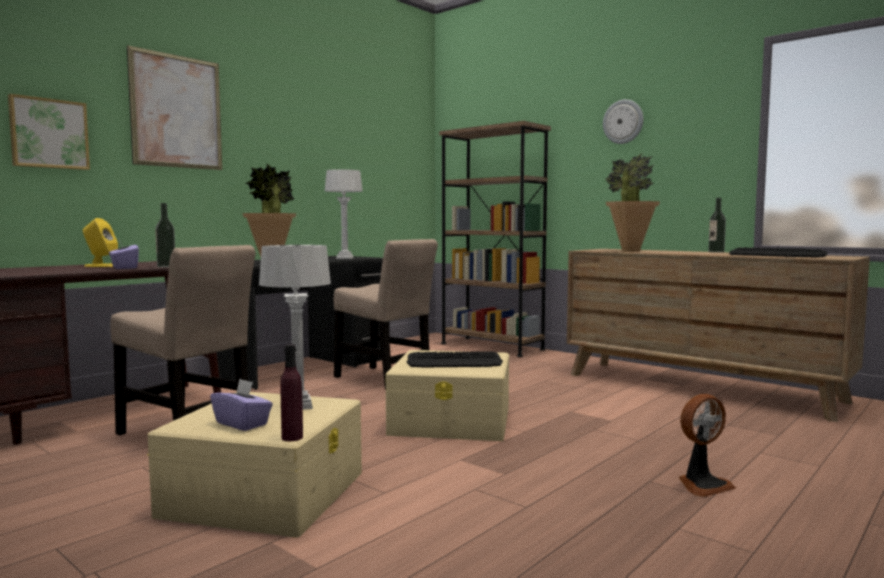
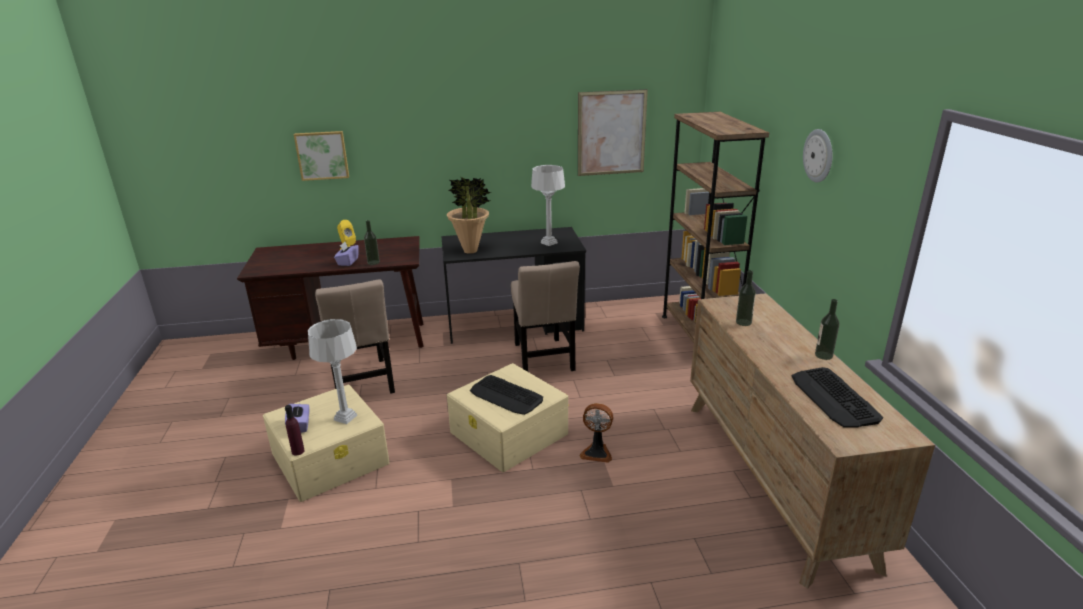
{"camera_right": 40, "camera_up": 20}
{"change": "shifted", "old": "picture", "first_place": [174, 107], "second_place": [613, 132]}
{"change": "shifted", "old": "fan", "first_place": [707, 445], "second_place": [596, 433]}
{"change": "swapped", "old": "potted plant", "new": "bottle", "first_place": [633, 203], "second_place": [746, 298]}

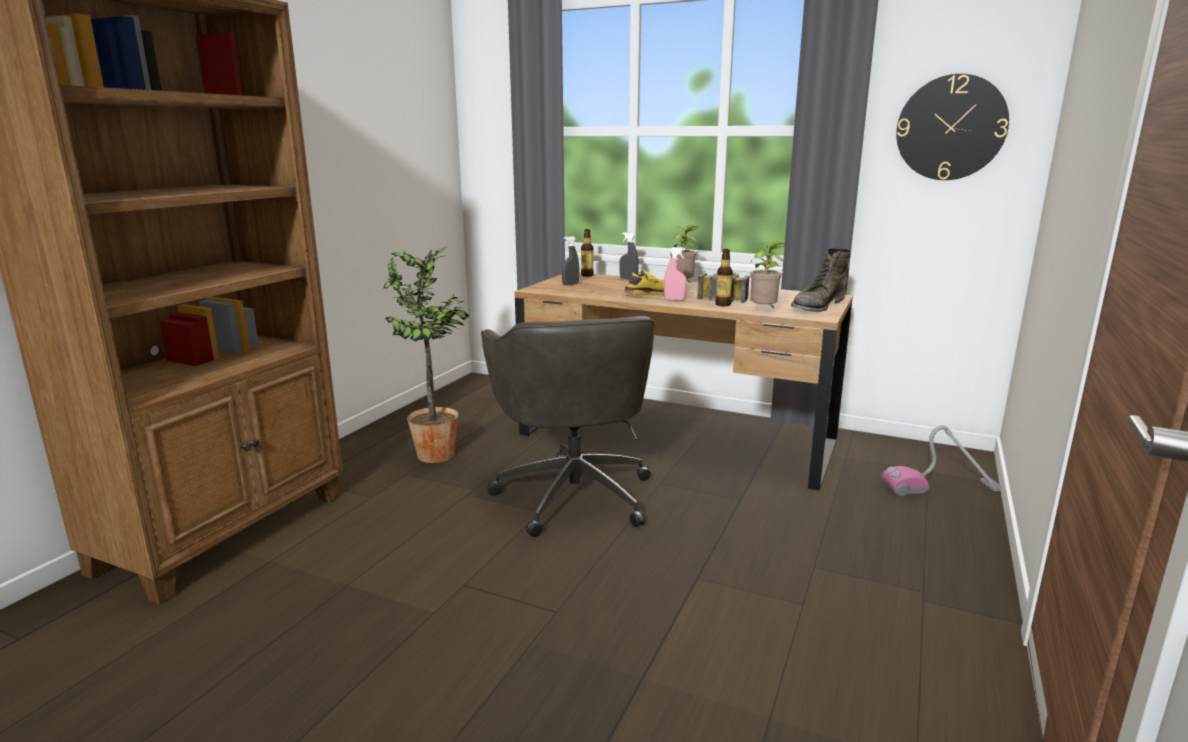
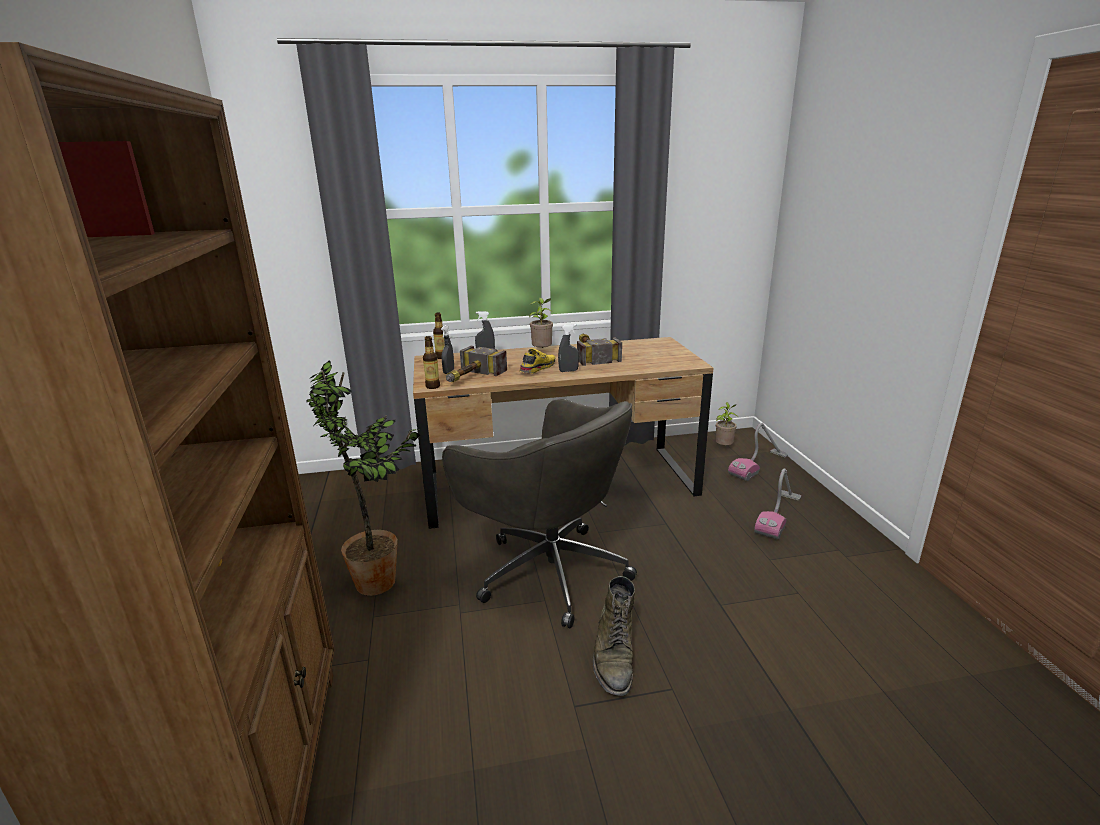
{"camera_right": -35, "camera_up": 5}
{"change": "shifted", "old": "bottle", "first_place": [724, 277], "second_place": [431, 362]}
{"change": "new", "new": "hammer", "second_place": [476, 364]}
{"change": "repainted", "old": "pink spray bottle", "new": "grey spray bottle", "first_place": [675, 274], "second_place": [568, 348]}
{"change": "shifted", "old": "green boot", "first_place": [821, 280], "second_place": [614, 636]}
{"change": "shifted", "old": "potted plant", "first_place": [768, 275], "second_place": [726, 423]}
{"change": "new", "new": "vacuum cleaner", "second_place": [777, 504]}
{"change": "gone", "old": "wall clock", "first_place": [952, 127]}

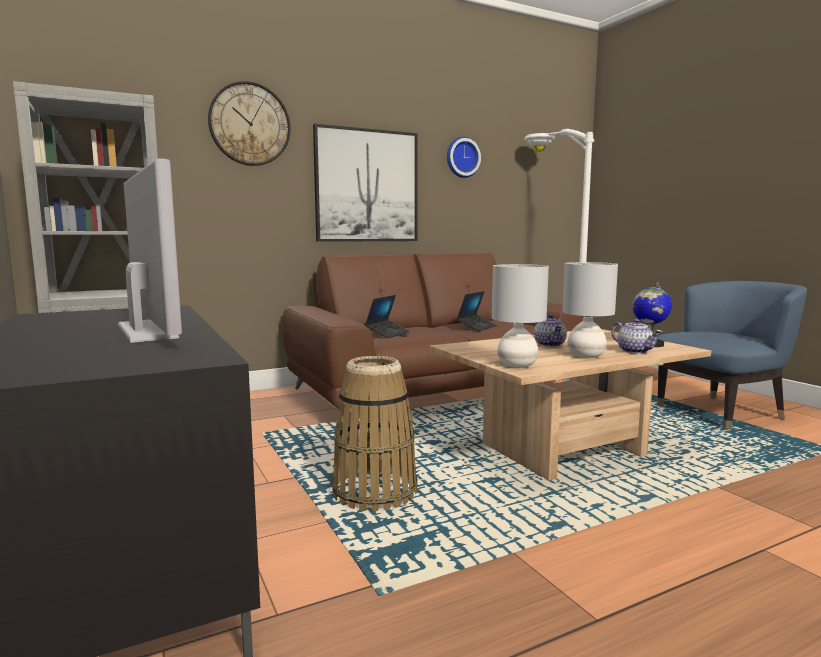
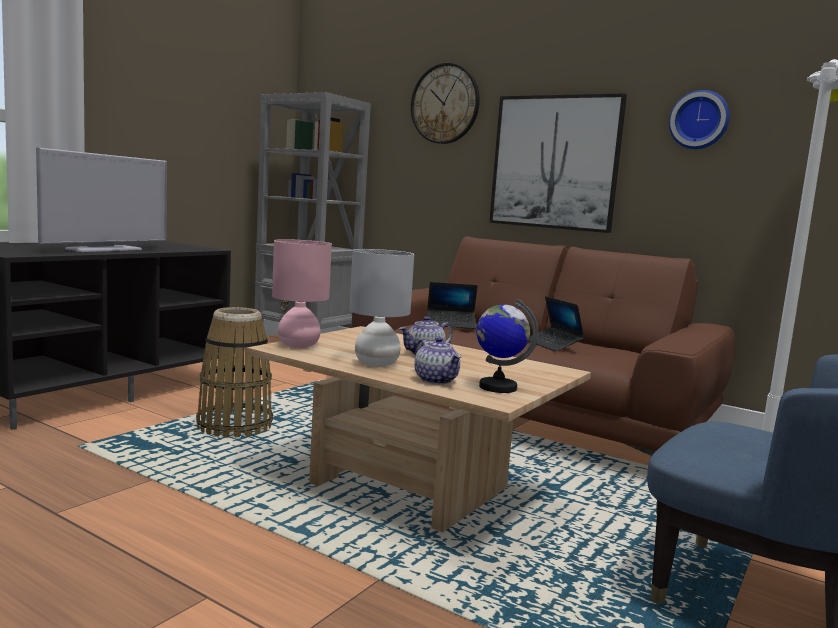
{"camera_right": 60, "camera_up": 0}
{"change": "repainted", "old": "grey table lamp", "new": "pink table lamp", "first_place": [520, 316], "second_place": [302, 293]}
{"change": "rotated", "old": "teapot", "first_place": [636, 336], "second_place": [438, 360], "degrees": -60}
{"change": "rotated", "old": "laptop", "first_place": [476, 311], "second_place": [557, 324], "degrees": 60}

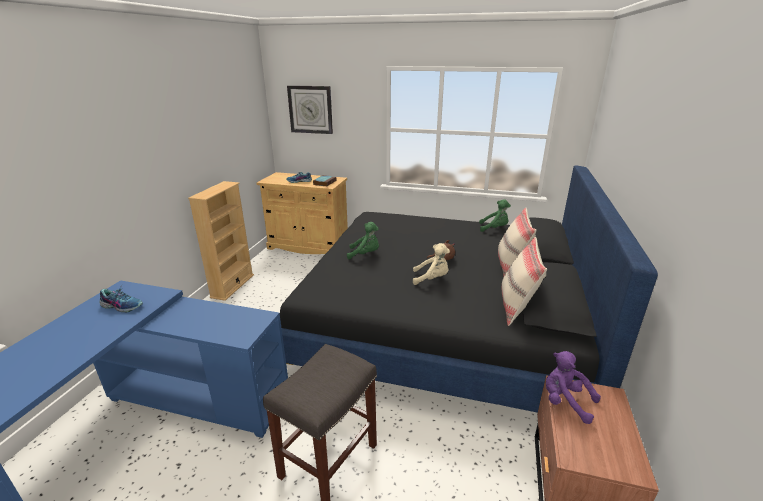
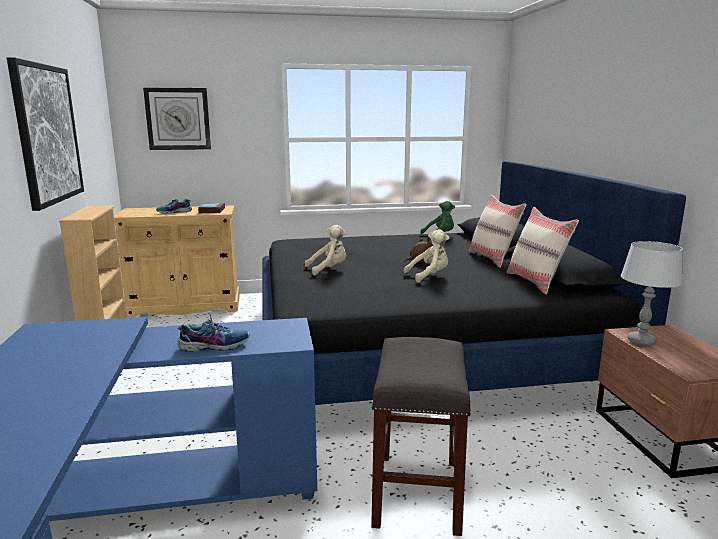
{"camera_right": -25, "camera_up": -10}
{"change": "new", "new": "picture", "second_place": [45, 134]}
{"change": "shifted", "old": "shoe", "first_place": [121, 298], "second_place": [214, 333]}
{"change": "repainted", "old": "green plush toy", "new": "beige plush toy", "first_place": [363, 240], "second_place": [325, 250]}
{"change": "swapped", "old": "purple plush toy", "new": "grey table lamp", "first_place": [573, 387], "second_place": [652, 293]}

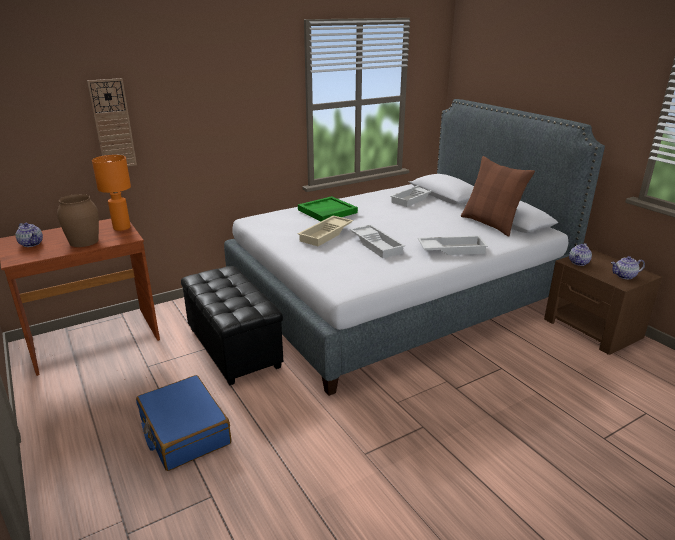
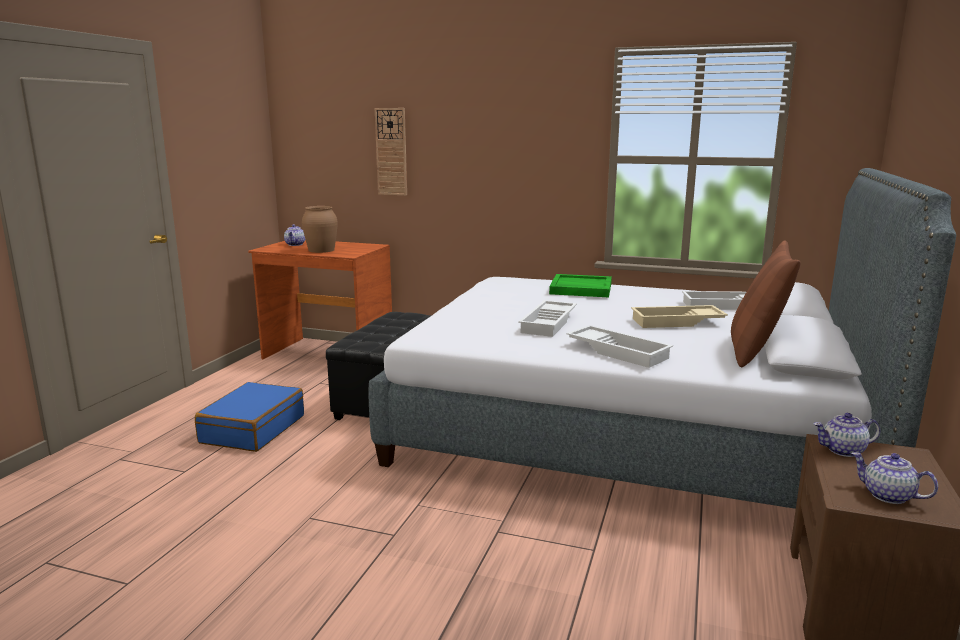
{"camera_right": 50, "camera_up": -10}
{"change": "shifted", "old": "beige tray", "first_place": [325, 230], "second_place": [679, 316]}
{"change": "gone", "old": "orange table lamp", "first_place": [111, 193]}

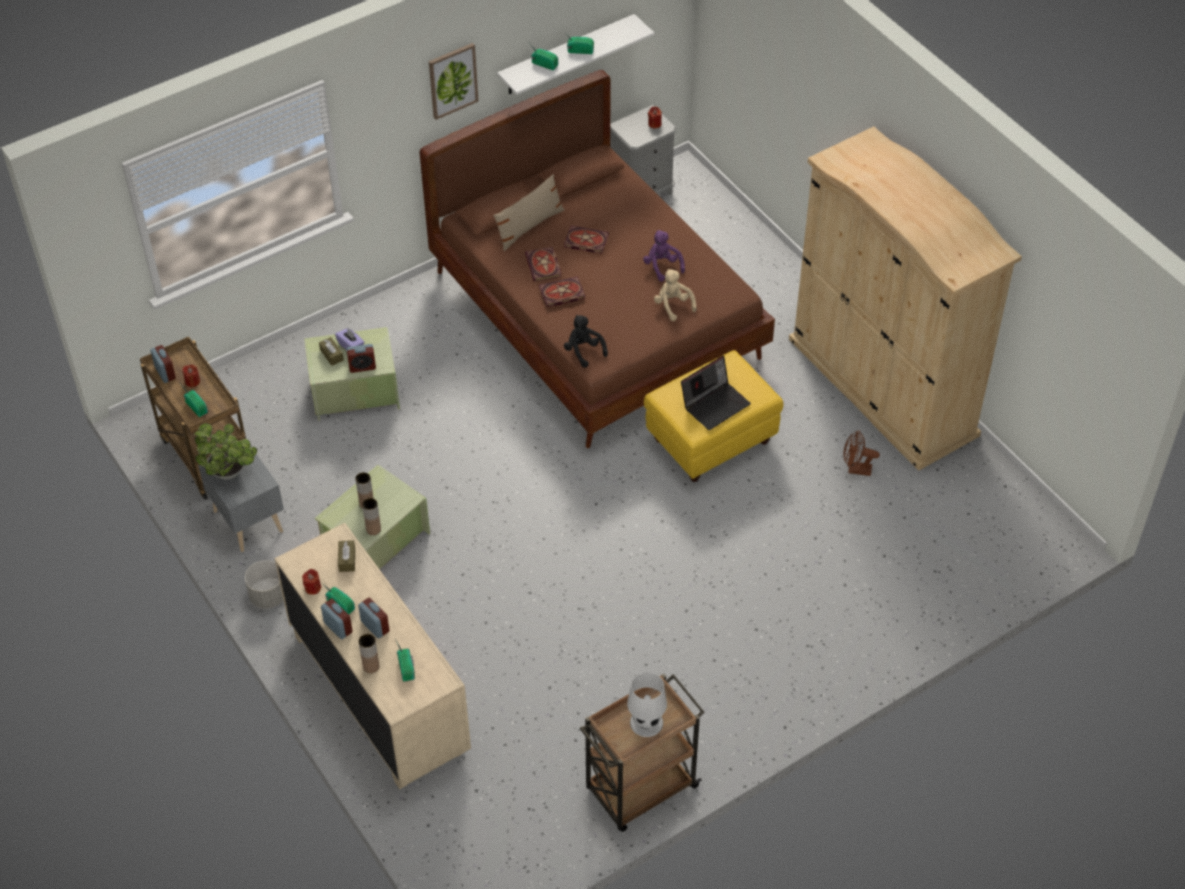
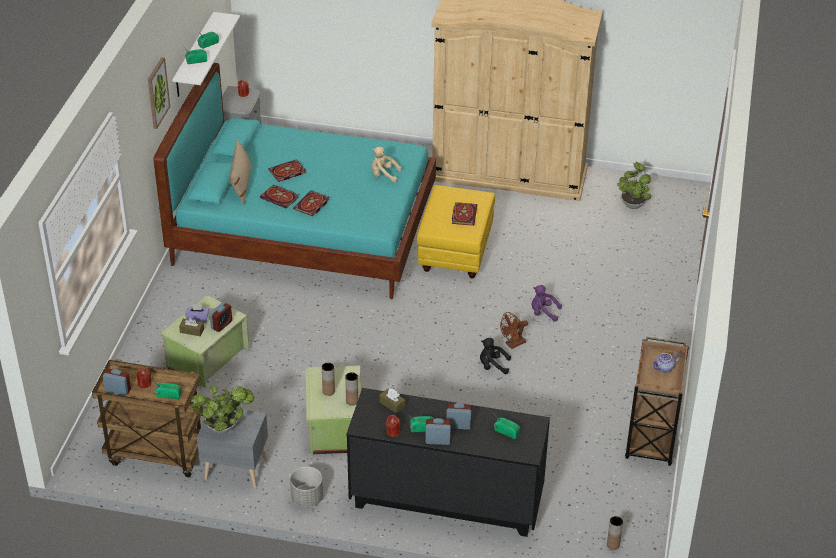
{"camera_right": -45, "camera_up": -10}
{"change": "repainted", "old": "brown bed", "new": "turquoise bed", "first_place": [597, 259], "second_place": [294, 181]}
{"change": "repainted", "old": "beige dresser", "new": "black dresser", "first_place": [372, 656], "second_place": [448, 462]}
{"change": "swapped", "old": "laptop", "new": "book", "first_place": [716, 392], "second_place": [464, 214]}
{"change": "shifted", "old": "black plush toy", "first_place": [586, 341], "second_place": [495, 356]}
{"change": "shifted", "old": "brown fan", "first_place": [861, 453], "second_place": [514, 330]}
{"change": "shifted", "old": "purple plush toy", "first_place": [664, 256], "second_place": [547, 303]}
{"change": "shifted", "old": "brown vase", "first_place": [369, 653], "second_place": [615, 533]}
{"change": "new", "new": "potted plant", "second_place": [634, 185]}
{"change": "swapped", "old": "white table lamp", "new": "teapot", "first_place": [647, 704], "second_place": [665, 363]}

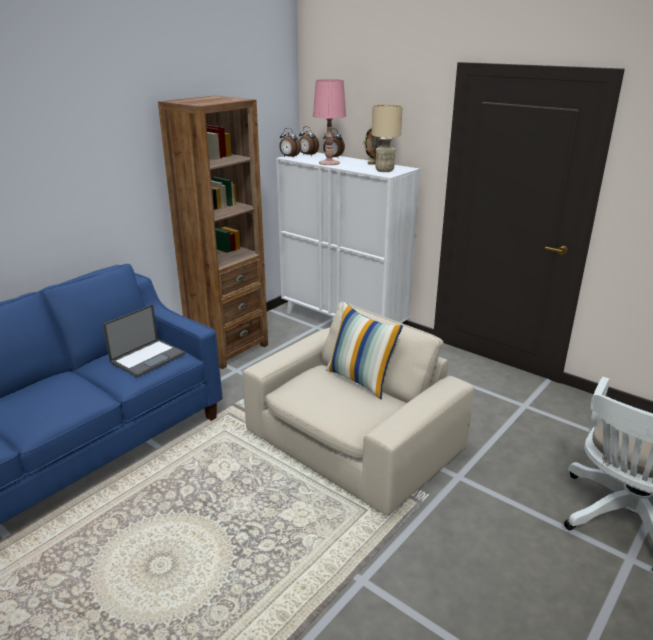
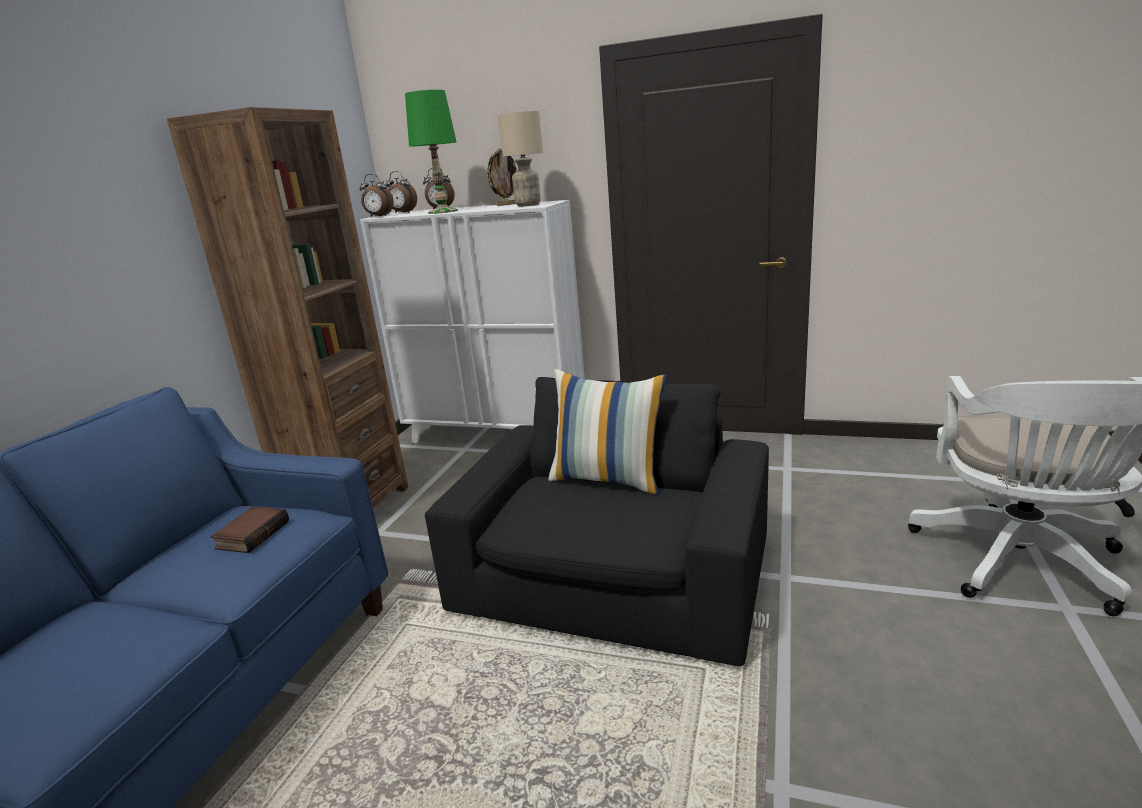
{"camera_right": -20, "camera_up": -5}
{"change": "swapped", "old": "laptop", "new": "book", "first_place": [144, 341], "second_place": [250, 529]}
{"change": "repainted", "old": "pink table lamp", "new": "green table lamp", "first_place": [329, 122], "second_place": [431, 152]}
{"change": "repainted", "old": "beige armchair", "new": "black armchair", "first_place": [358, 409], "second_place": [597, 521]}

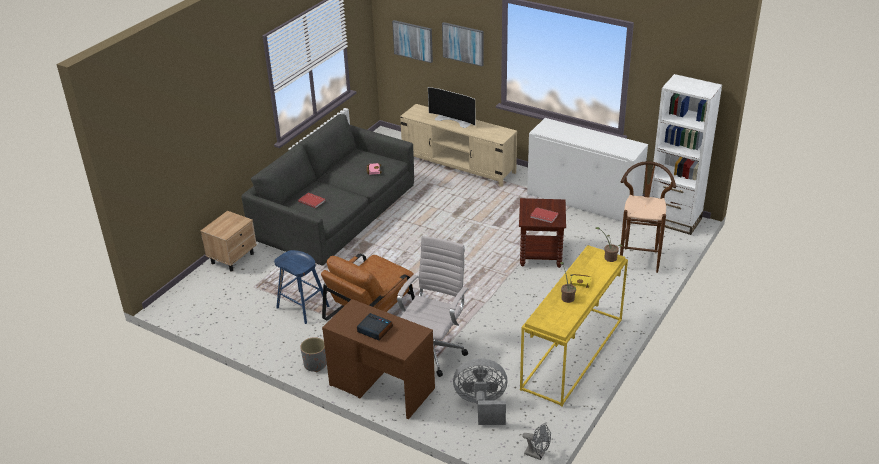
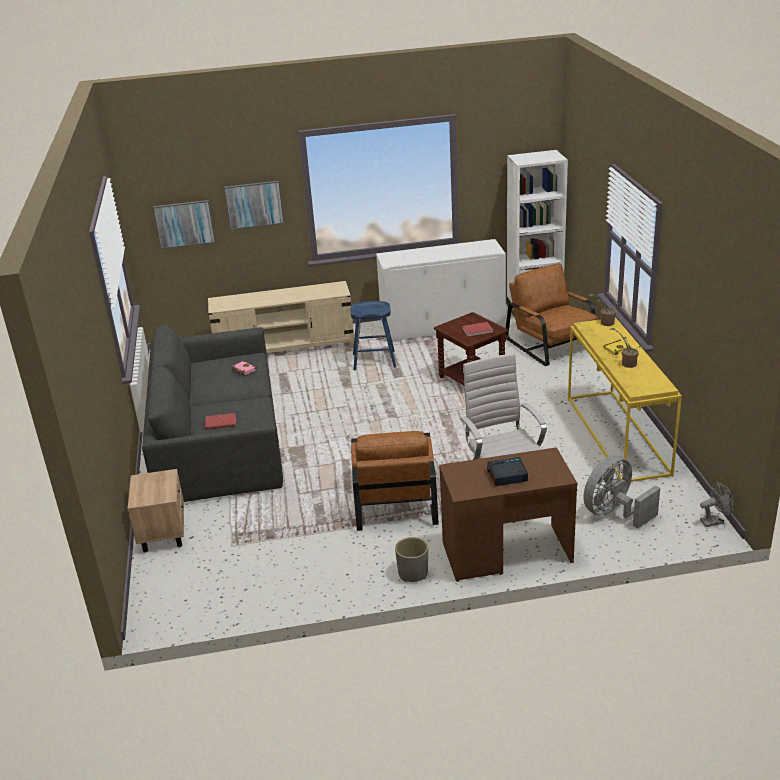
{"camera_right": -40, "camera_up": -5}
{"change": "shifted", "old": "blue stool", "first_place": [301, 287], "second_place": [373, 335]}
{"change": "swapped", "old": "brown stool", "new": "brown armchair", "first_place": [648, 217], "second_place": [552, 314]}
{"change": "gone", "old": "television", "first_place": [451, 107]}

